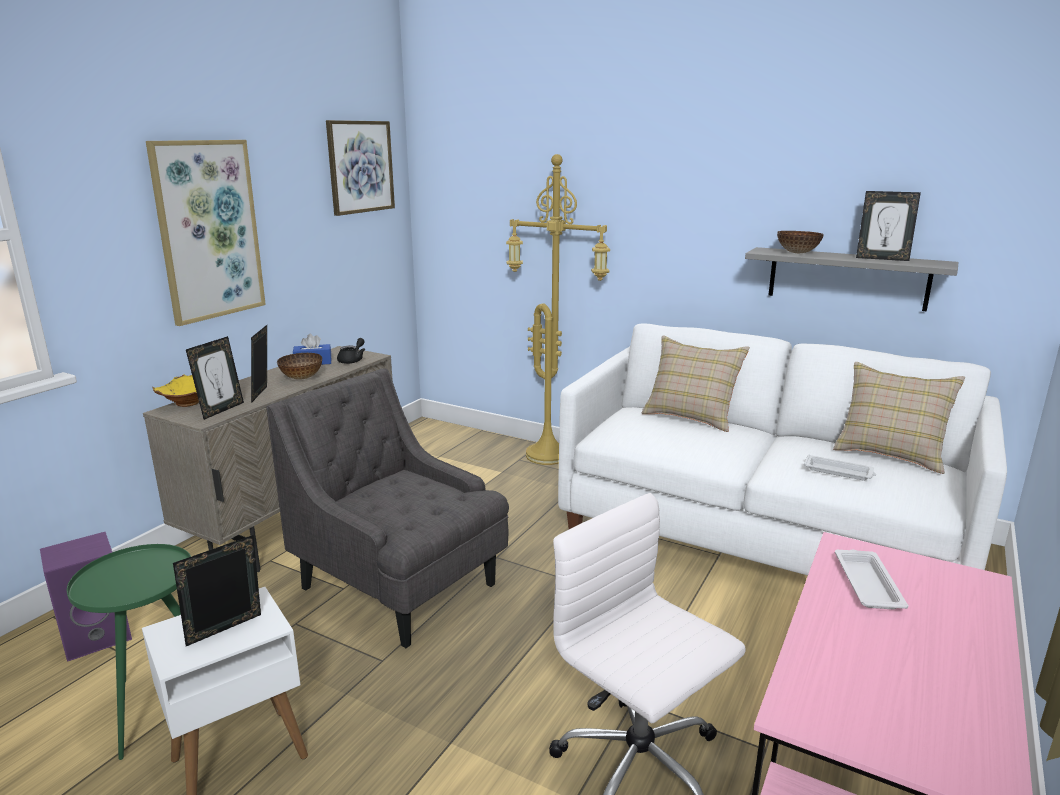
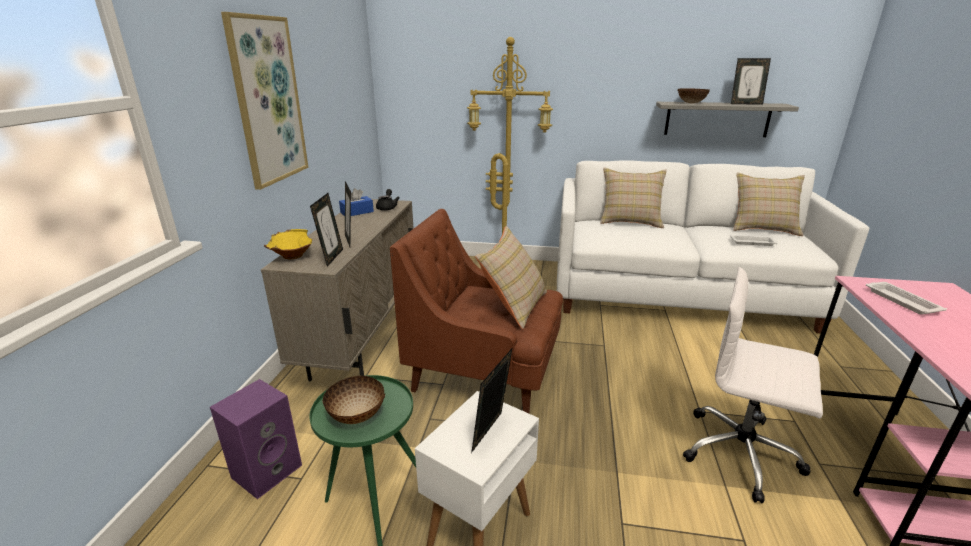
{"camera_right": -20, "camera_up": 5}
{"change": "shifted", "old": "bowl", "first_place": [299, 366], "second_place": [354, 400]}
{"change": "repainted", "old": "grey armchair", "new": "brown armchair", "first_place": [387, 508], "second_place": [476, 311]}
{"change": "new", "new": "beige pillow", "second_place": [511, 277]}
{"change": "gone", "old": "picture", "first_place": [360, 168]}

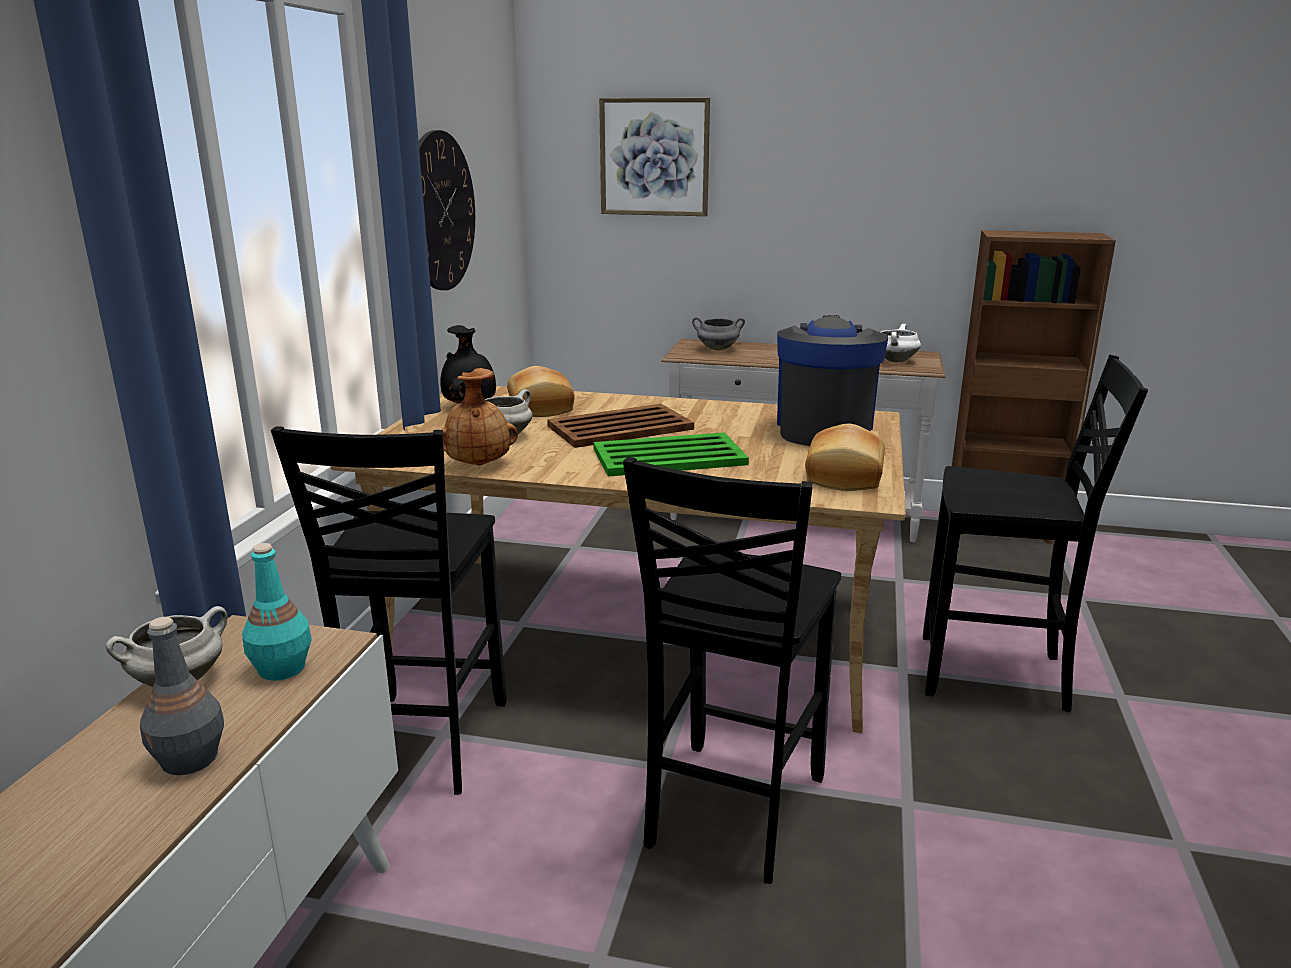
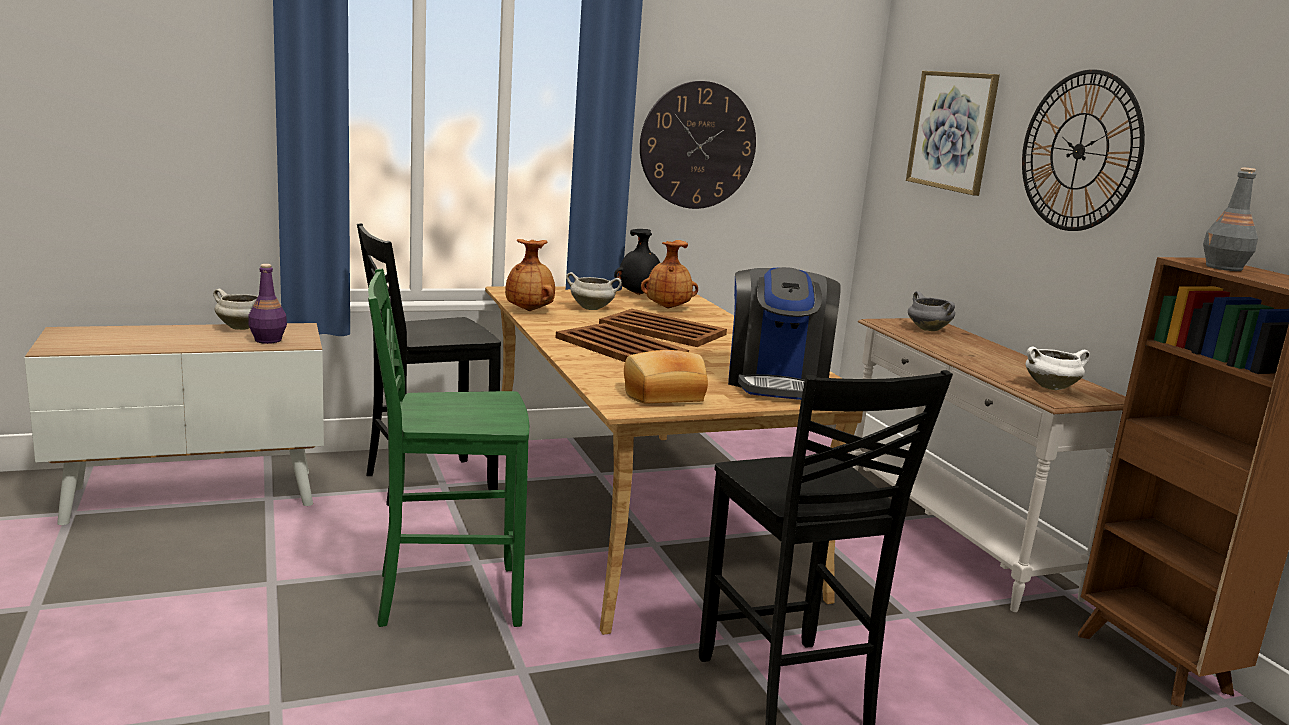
{"camera_right": 55, "camera_up": -5}
{"change": "repainted", "old": "turquoise bottle", "new": "purple bottle", "first_place": [277, 612], "second_place": [267, 304]}
{"change": "repainted", "old": "black chair", "new": "green chair", "first_place": [732, 670], "second_place": [448, 448]}
{"change": "repainted", "old": "green tray", "new": "brown tray", "first_place": [671, 455], "second_place": [622, 342]}
{"change": "swapped", "old": "bread", "new": "brown vase", "first_place": [541, 391], "second_place": [669, 274]}
{"change": "rotated", "old": "coffee machine", "first_place": [832, 380], "second_place": [784, 333], "degrees": 120}
{"change": "new", "new": "wall clock", "second_place": [1083, 150]}
{"change": "shifted", "old": "grey bottle", "first_place": [182, 696], "second_place": [1230, 219]}

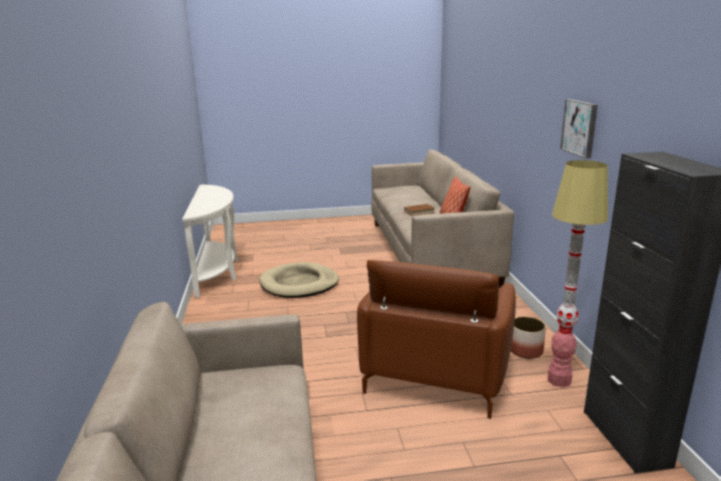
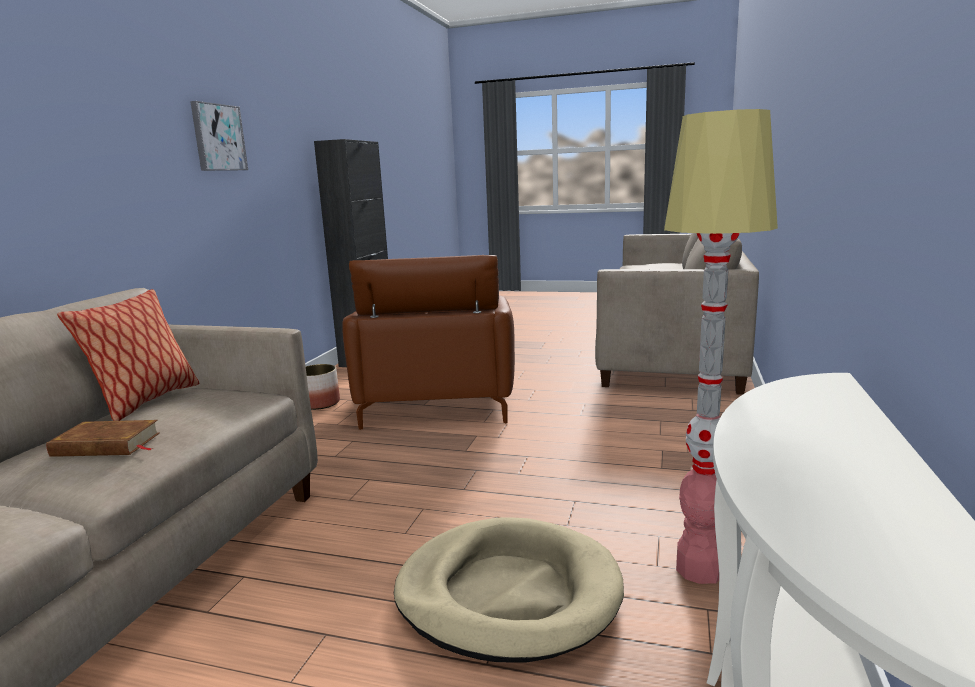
{"camera_right": -155, "camera_up": -5}
{"change": "rotated", "old": "brown armchair", "first_place": [436, 339], "second_place": [428, 342], "degrees": 135}
{"change": "shifted", "old": "floor lamp", "first_place": [578, 273], "second_place": [721, 346]}

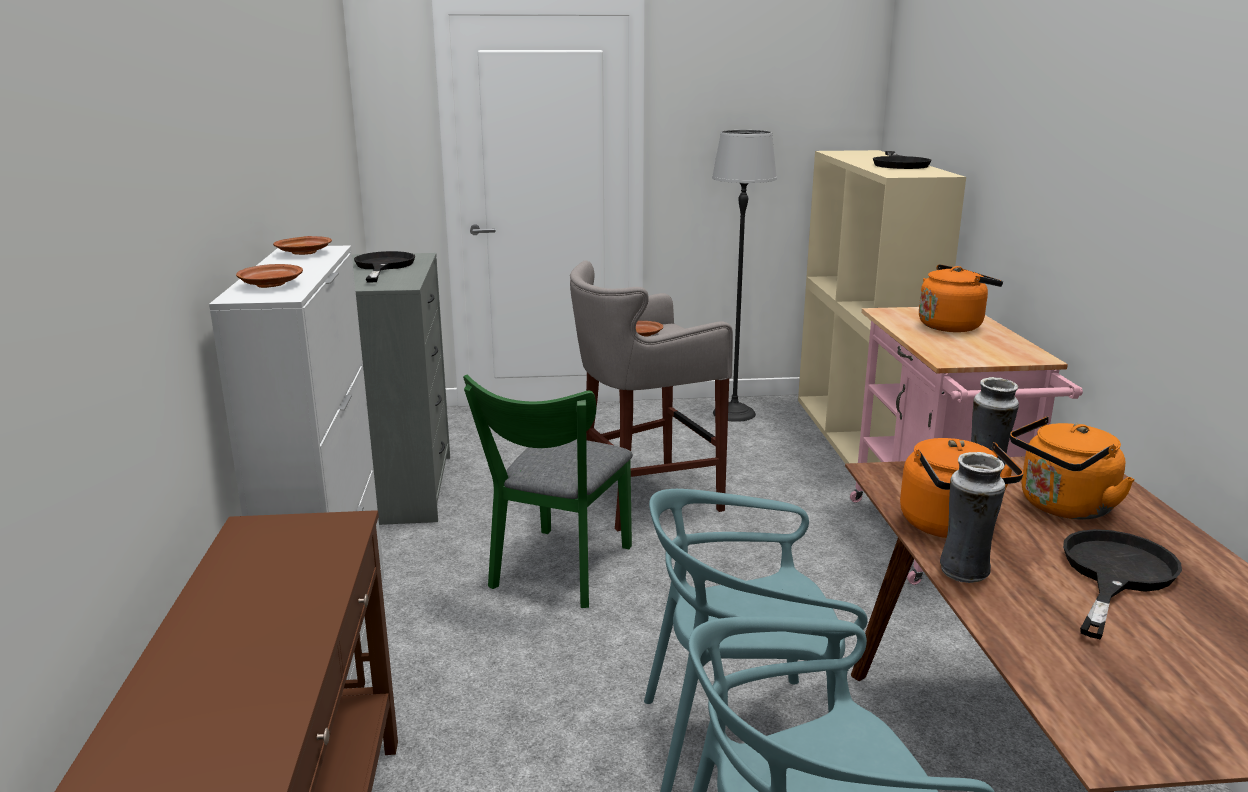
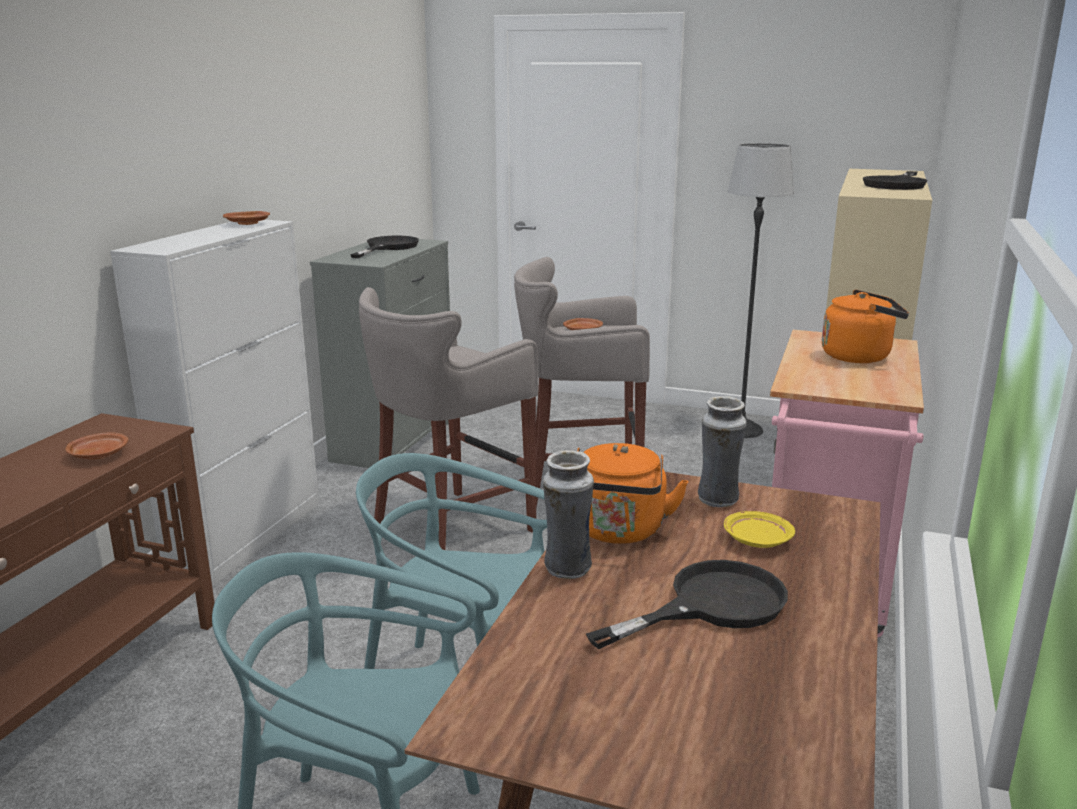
{"camera_right": 25, "camera_up": 0}
{"change": "shifted", "old": "brown plate", "first_place": [269, 276], "second_place": [97, 446]}
{"change": "swapped", "old": "green chair", "new": "grey stool", "first_place": [548, 491], "second_place": [448, 418]}
{"change": "swapped", "old": "orange kettle", "new": "yellow plate", "first_place": [1072, 468], "second_place": [759, 529]}

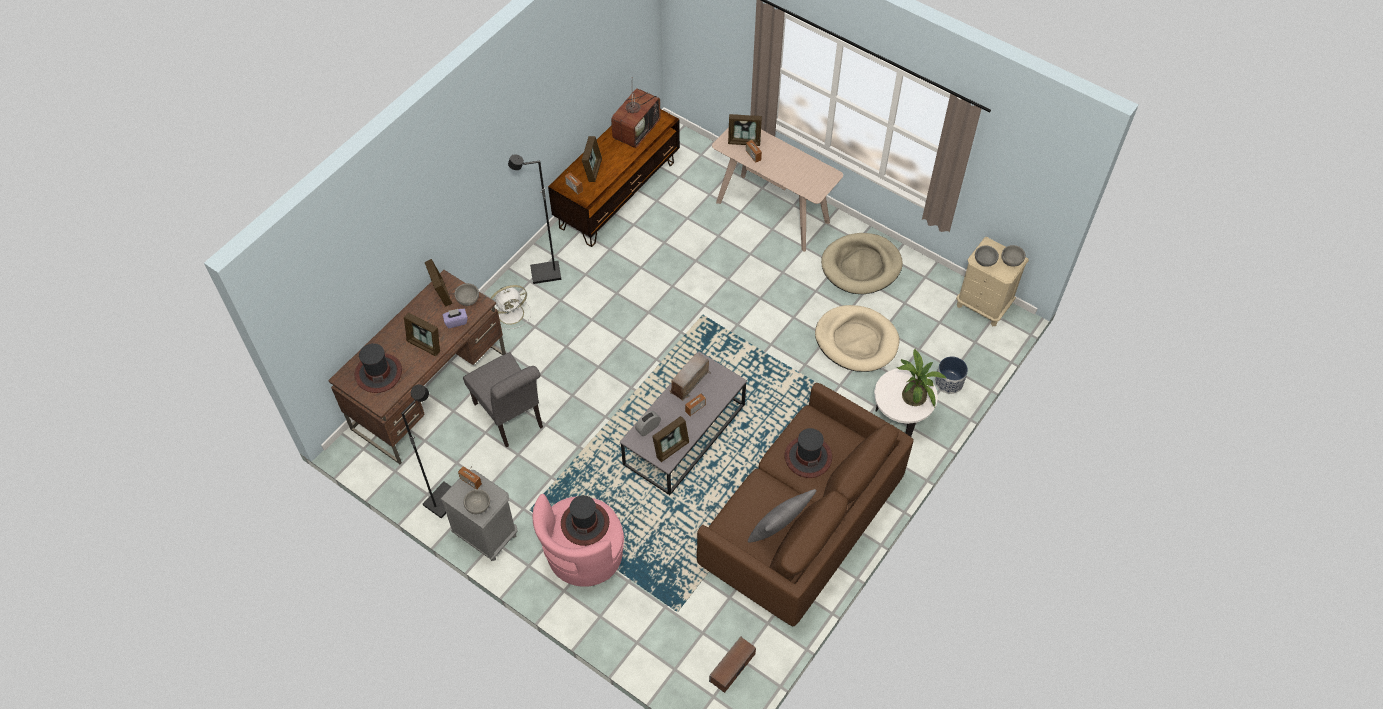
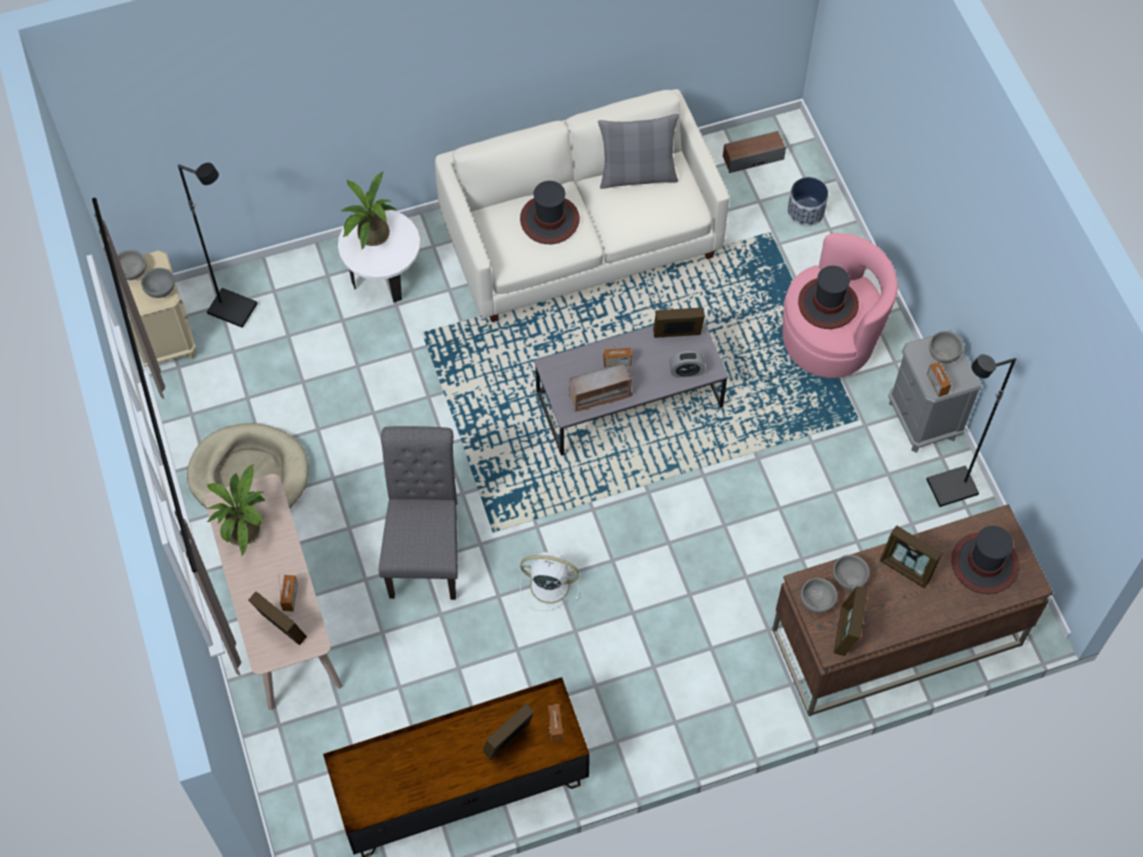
{"camera_right": -145, "camera_up": 5}
{"change": "shifted", "old": "black floor lamp", "first_place": [534, 219], "second_place": [218, 245]}
{"change": "new", "new": "potted plant", "second_place": [235, 510]}
{"change": "shifted", "old": "grey chair", "first_place": [503, 400], "second_place": [418, 513]}
{"change": "repainted", "old": "brown sofa", "new": "white sofa", "first_place": [805, 504], "second_place": [582, 205]}
{"change": "shifted", "old": "white fan", "first_place": [510, 307], "second_place": [549, 581]}
{"change": "shifted", "old": "planter", "first_place": [951, 375], "second_place": [808, 201]}
{"change": "swapped", "old": "purple tissue box", "new": "grey bowl", "first_place": [455, 318], "second_place": [851, 573]}
{"change": "rotated", "old": "picture frame", "first_place": [422, 334], "second_place": [911, 557], "degrees": 150}
{"change": "gone", "old": "television", "first_place": [636, 118]}
{"change": "gone", "old": "beige dog bed", "first_place": [857, 338]}

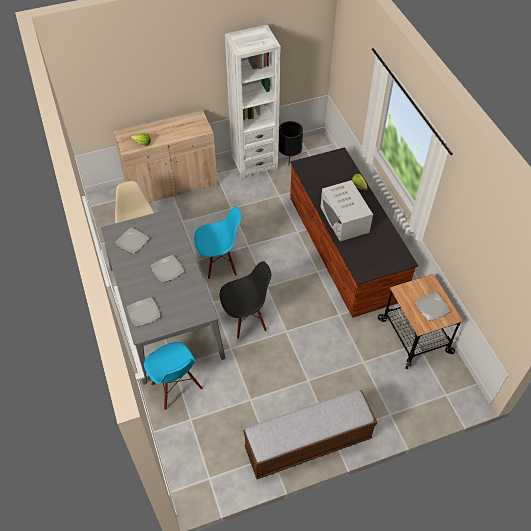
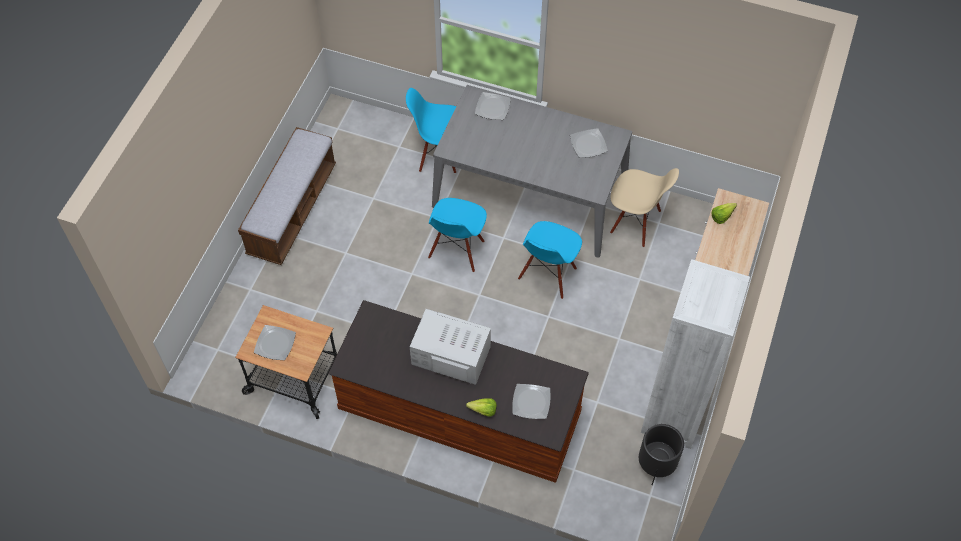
{"camera_right": 130, "camera_up": 5}
{"change": "repainted", "old": "black chair", "new": "blue chair", "first_place": [245, 300], "second_place": [457, 235]}
{"change": "shifted", "old": "plate", "first_place": [167, 269], "second_place": [531, 401]}

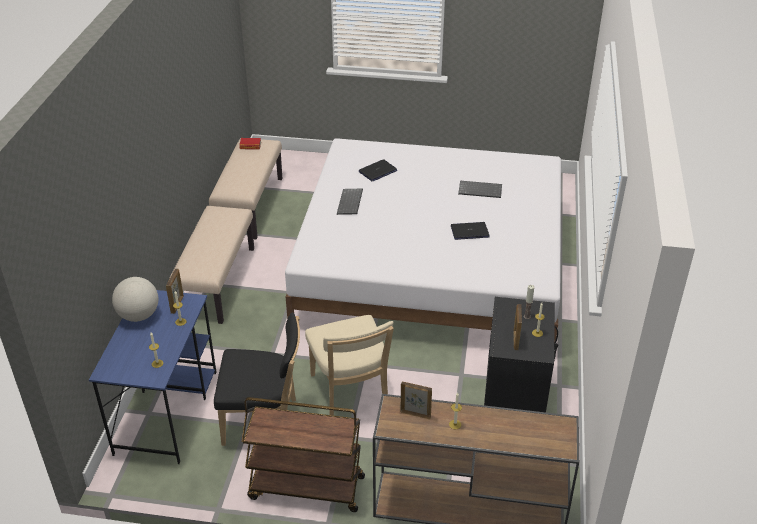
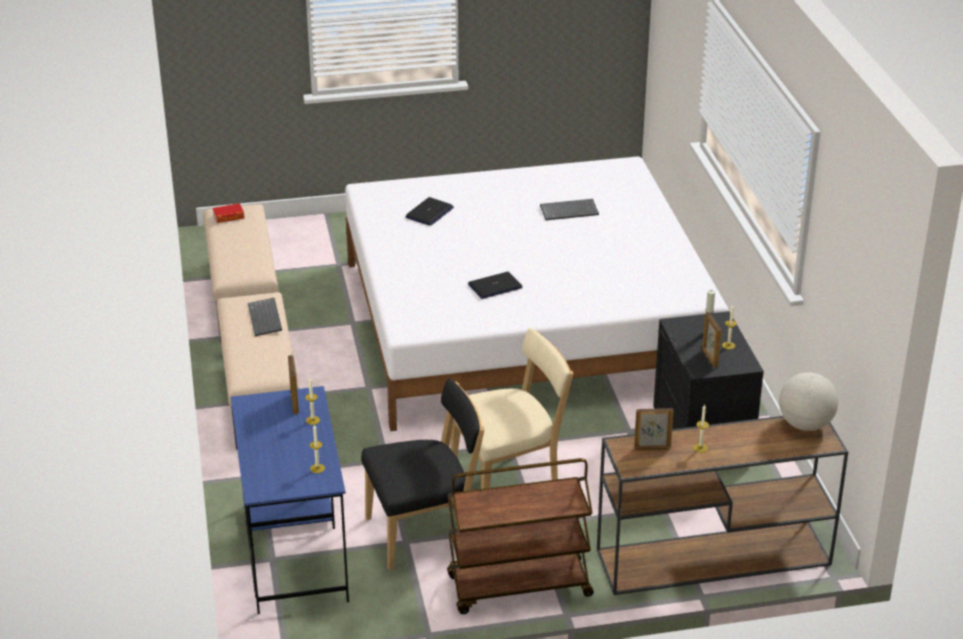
{"camera_right": -20, "camera_up": -5}
{"change": "shifted", "old": "keyboard", "first_place": [350, 202], "second_place": [265, 317]}
{"change": "rotated", "old": "beige chair", "first_place": [349, 365], "second_place": [511, 408], "degrees": -75}
{"change": "shifted", "old": "laptop", "first_place": [470, 231], "second_place": [495, 285]}
{"change": "shifted", "old": "globe", "first_place": [135, 299], "second_place": [808, 401]}

